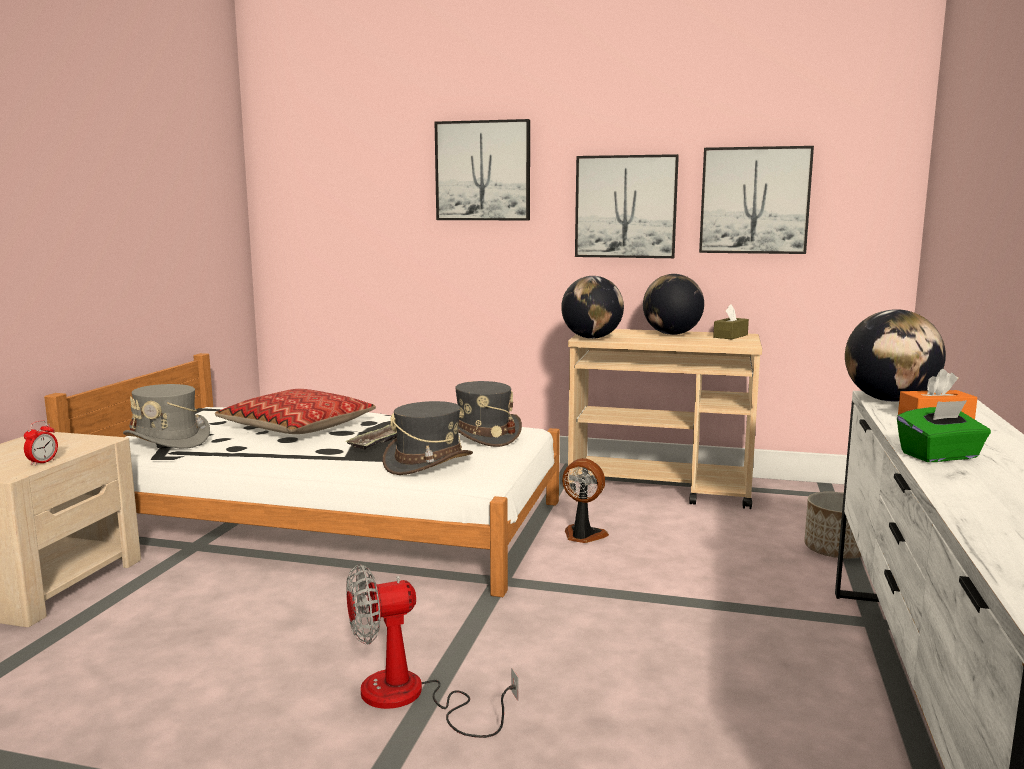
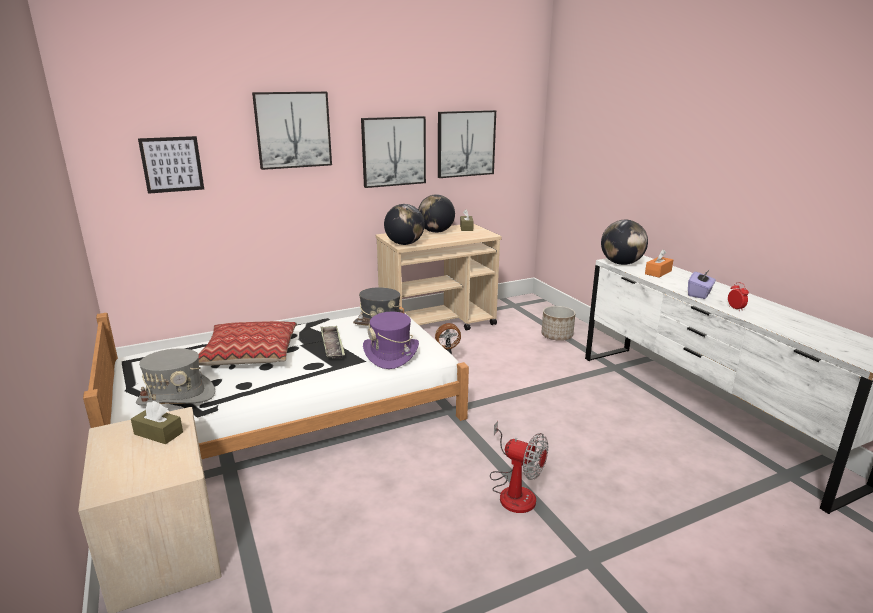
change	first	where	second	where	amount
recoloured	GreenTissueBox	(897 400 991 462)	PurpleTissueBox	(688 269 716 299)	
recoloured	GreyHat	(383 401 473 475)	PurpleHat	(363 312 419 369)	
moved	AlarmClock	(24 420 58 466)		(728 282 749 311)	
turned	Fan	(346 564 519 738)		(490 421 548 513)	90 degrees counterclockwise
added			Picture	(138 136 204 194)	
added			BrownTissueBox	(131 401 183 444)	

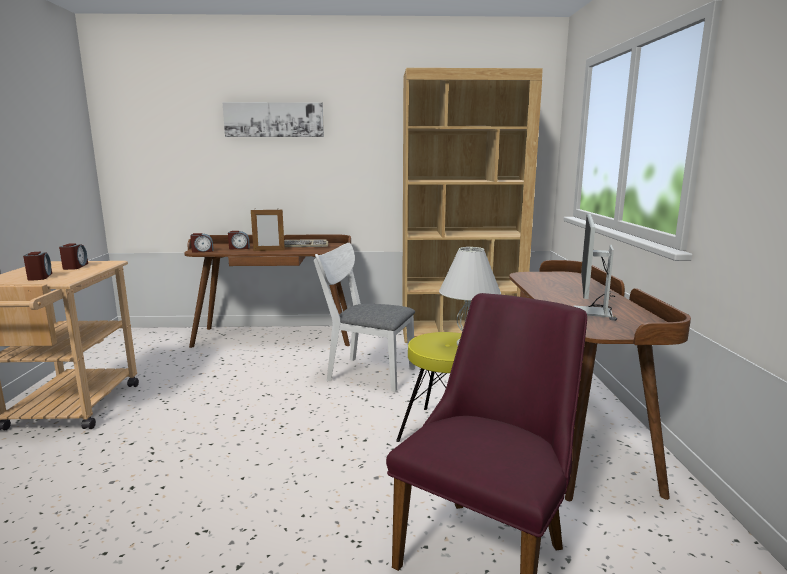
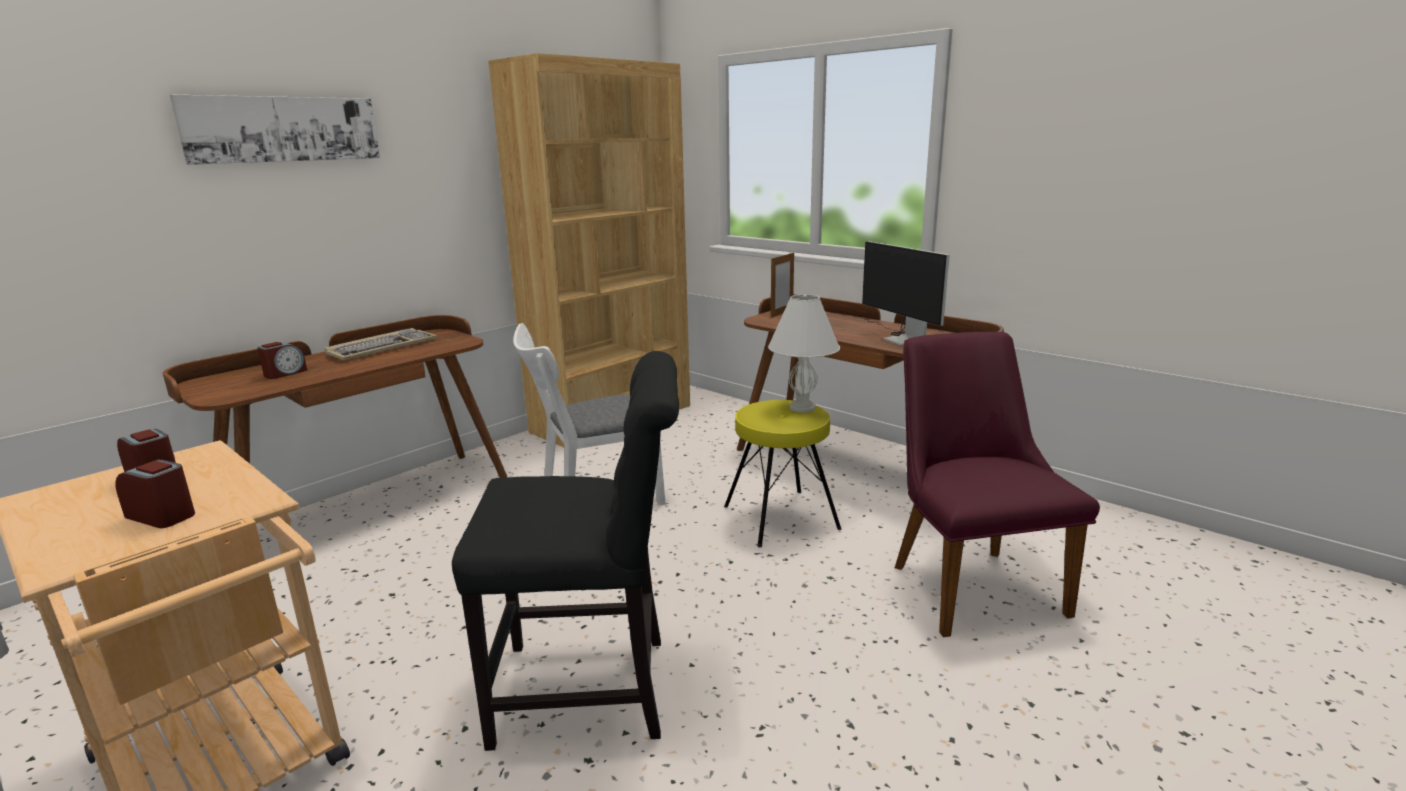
change	first	where	second	where	amount
moved	PictureFrame	(251 209 285 251)		(771 251 794 318)	
removed	AlarmClock	(190 233 213 253)			
added			BlackChair	(452 351 679 751)	

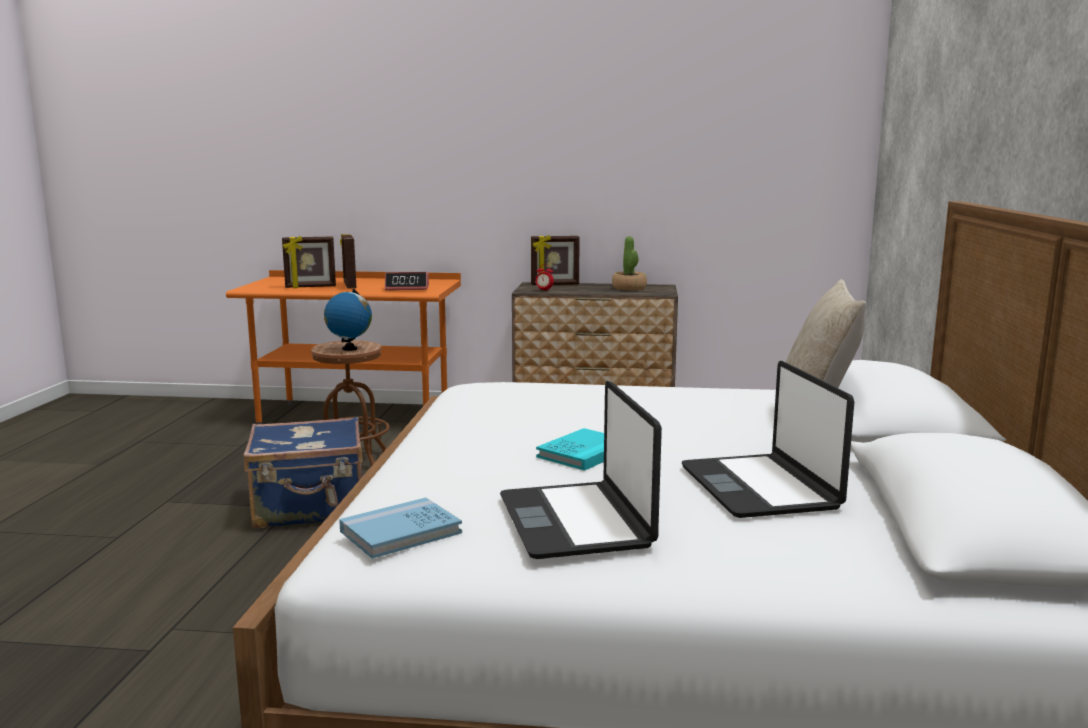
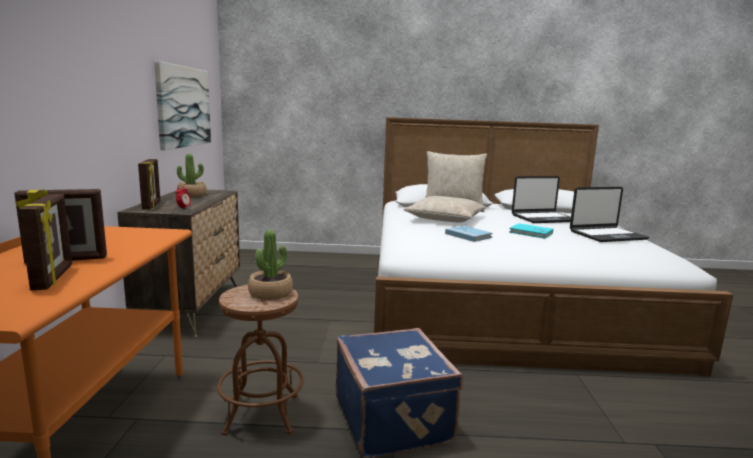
change	first	where	second	where	amount
removed	AlarmClock	(385 272 429 290)			
replaced	Globe	(324 289 372 351)	PottedPlant	(248 230 293 300)	
moved	BlueBook	(339 498 462 559)		(445 226 492 242)	
added			Picture	(154 61 211 150)	
added			BeigePillow	(403 196 486 222)	

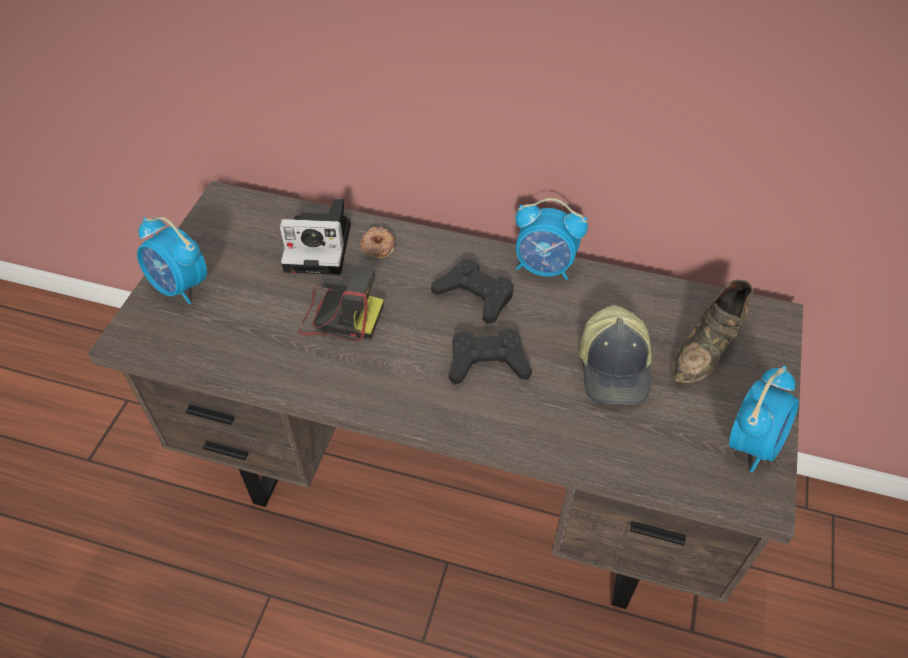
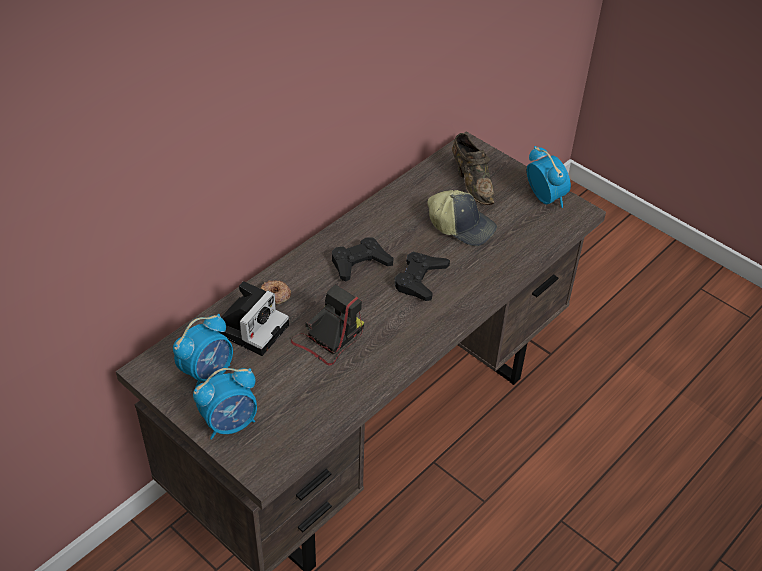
change	first	where	second	where	amount
moved	AlarmClock	(515 198 588 280)		(173 314 233 388)	

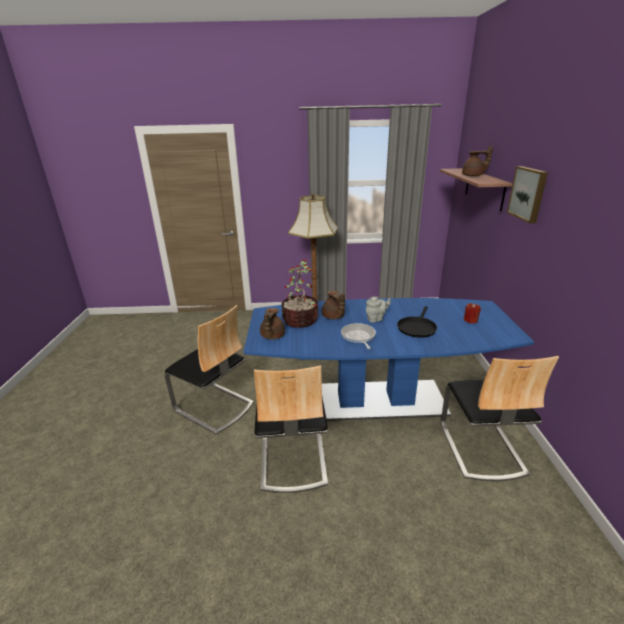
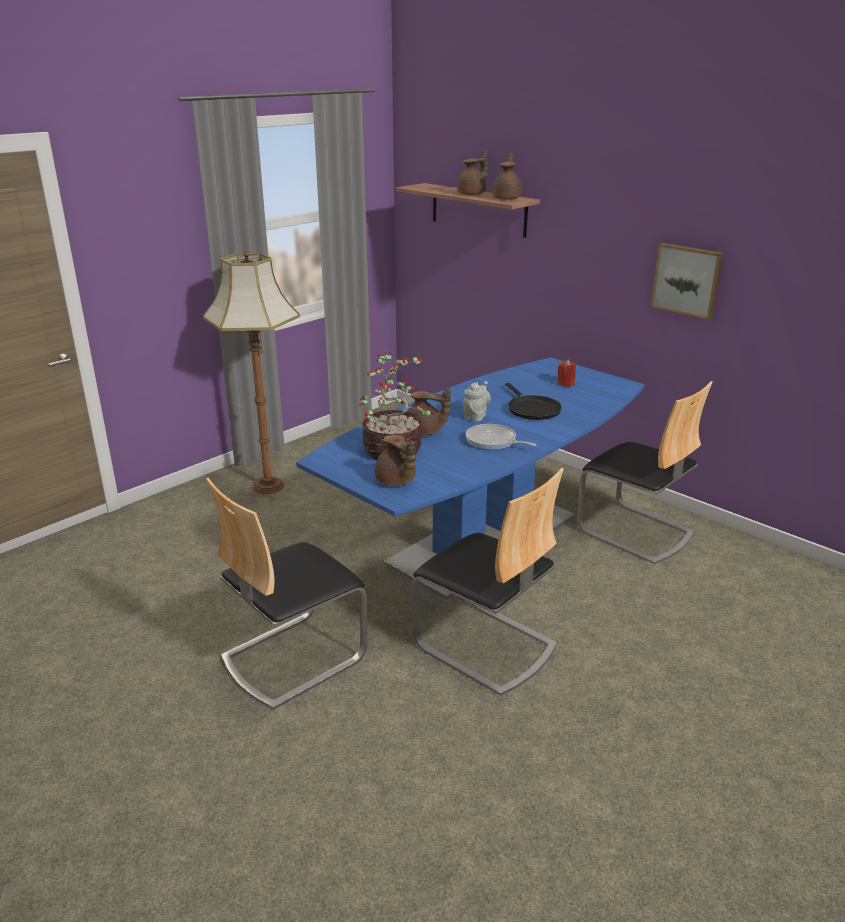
change	first	where	second	where	amount
moved	Picture	(507 166 548 223)		(651 243 723 319)	
turned	Chair	(165 305 254 434)		(206 478 367 710)	150 degrees clockwise
added			BrownTeapot	(492 153 523 200)	

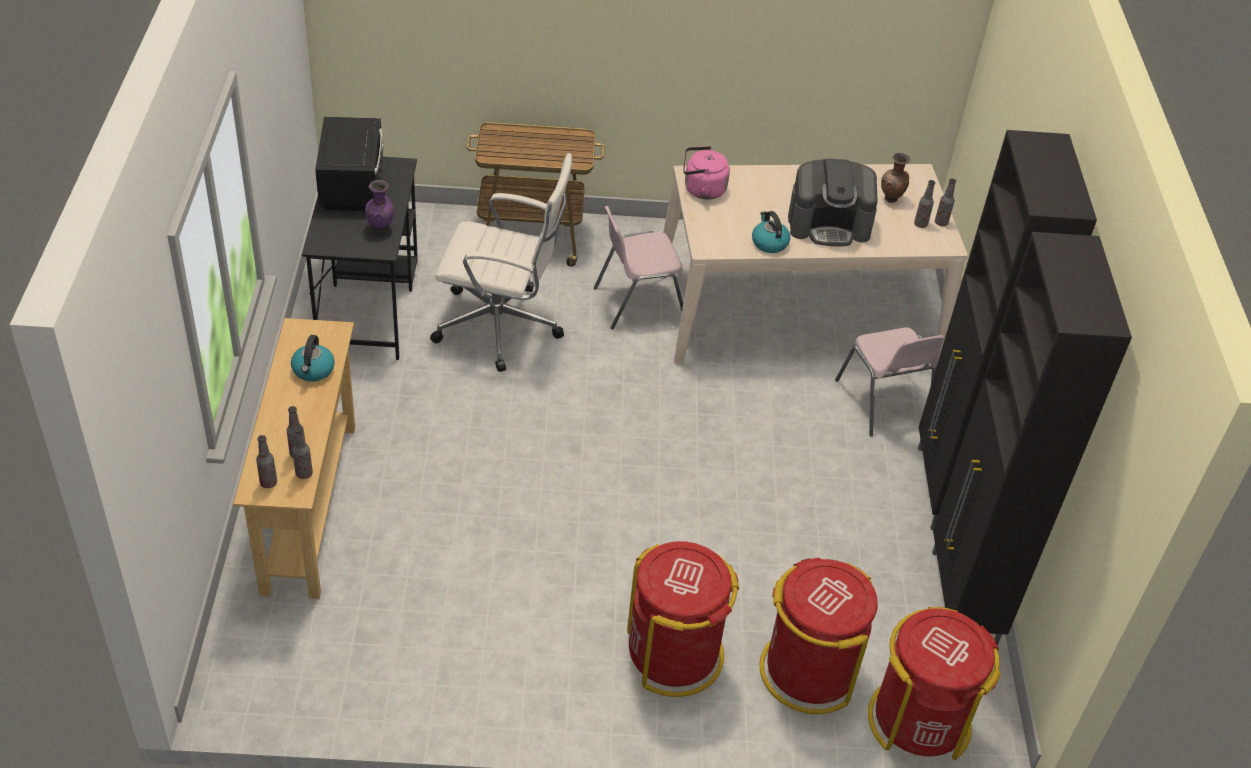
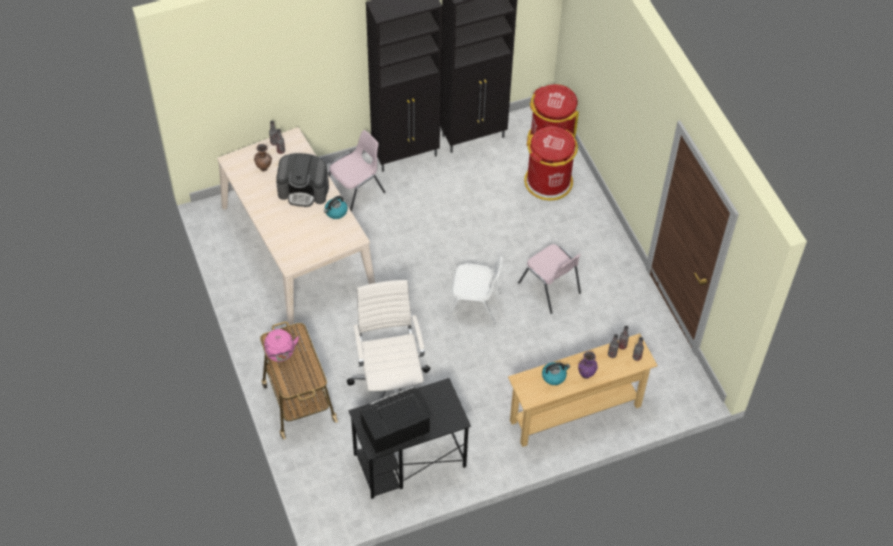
change	first	where	second	where	amount
moved	PinkKettle	(683 146 730 199)		(264 329 299 362)	
turned	CoffeeMachine	(788 159 878 246)		(276 153 329 207)	120 degrees clockwise
moved	PurpleVase	(365 180 394 233)		(578 351 598 379)	
moved	PinkChair	(594 206 683 329)		(518 244 581 314)	
removed	RedTrashCan	(627 541 739 697)			
added			WhiteChair	(446 256 503 325)	

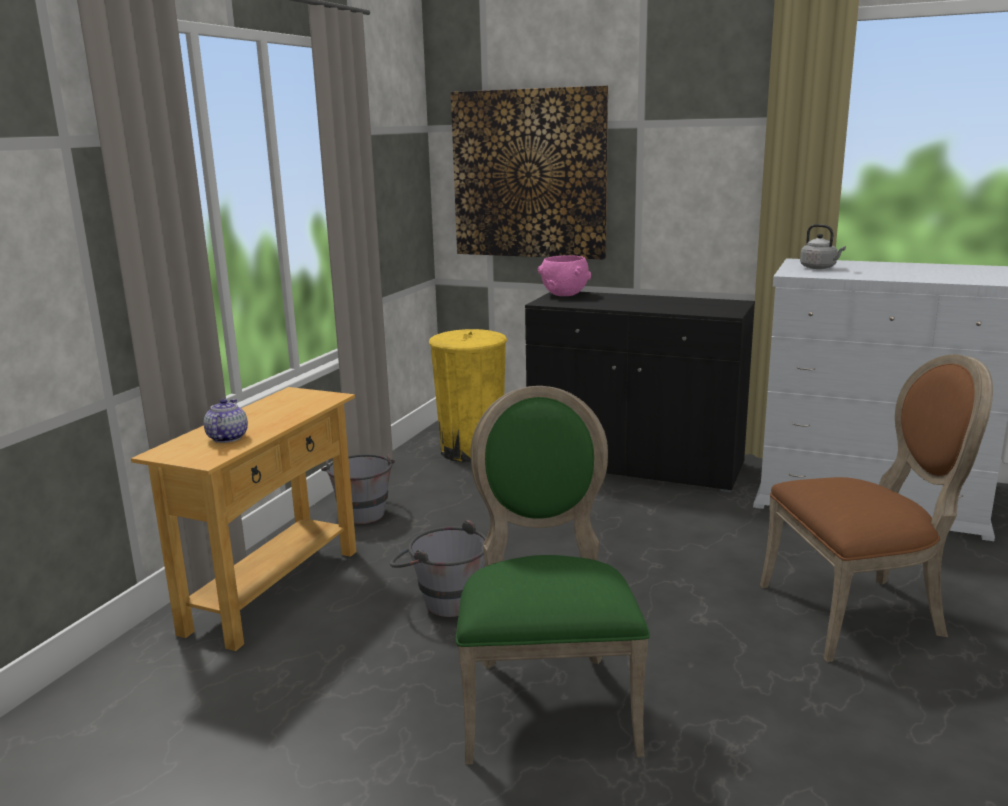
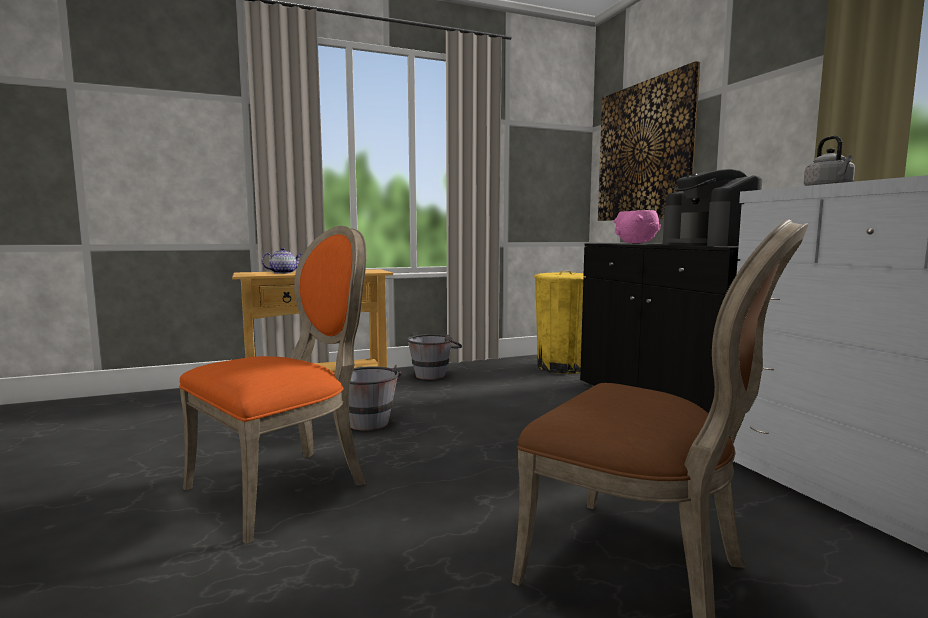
change	first	where	second	where	amount
recoloured	GreenChair	(456 386 650 765)	OrangeChair	(179 226 367 544)	
added			CoffeeMachine	(663 169 762 246)	

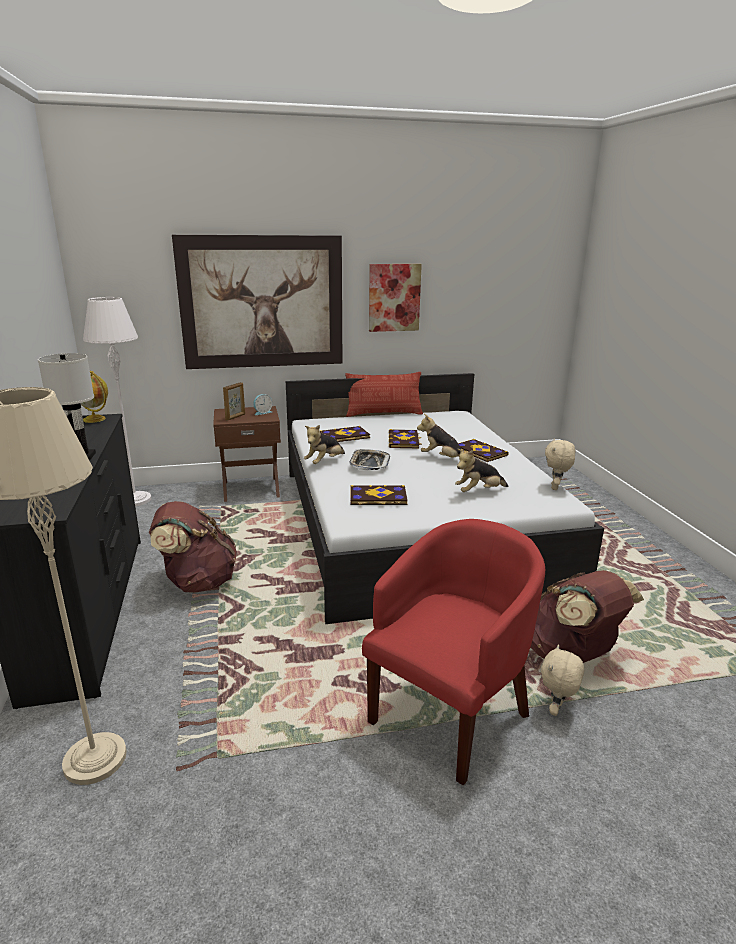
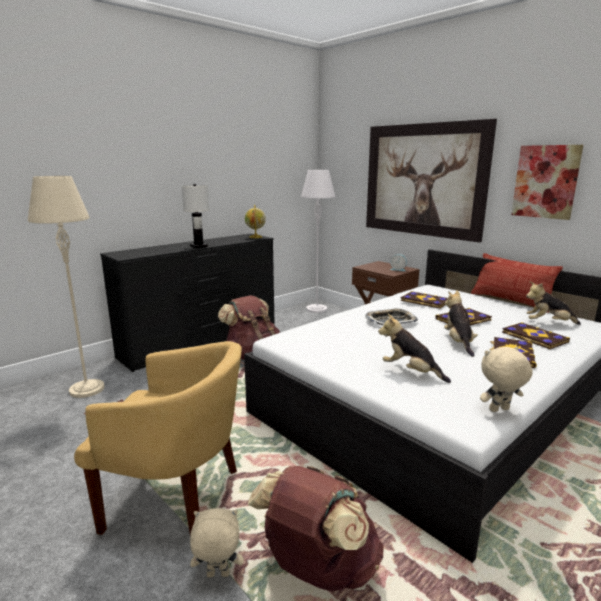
change	first	where	second	where	amount
removed	PictureFrame	(223 382 245 421)			
moved	PlushToy	(304 425 345 464)		(526 281 581 325)	
moved	Book	(350 485 408 505)		(502 322 570 349)	
recoloured	RedArmchair	(362 519 545 785)	YellowArmchair	(74 341 242 536)	

